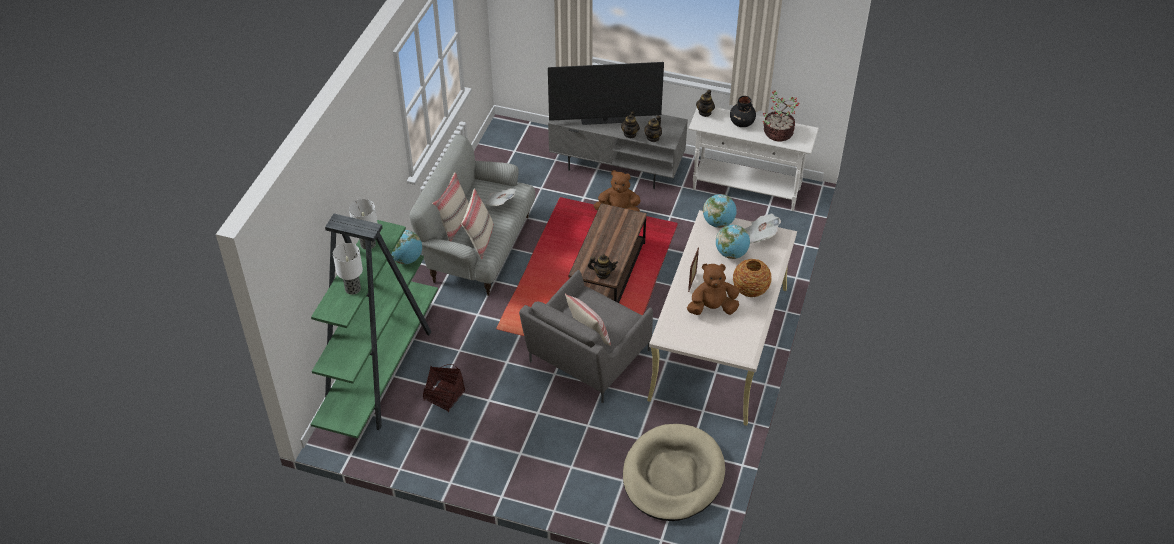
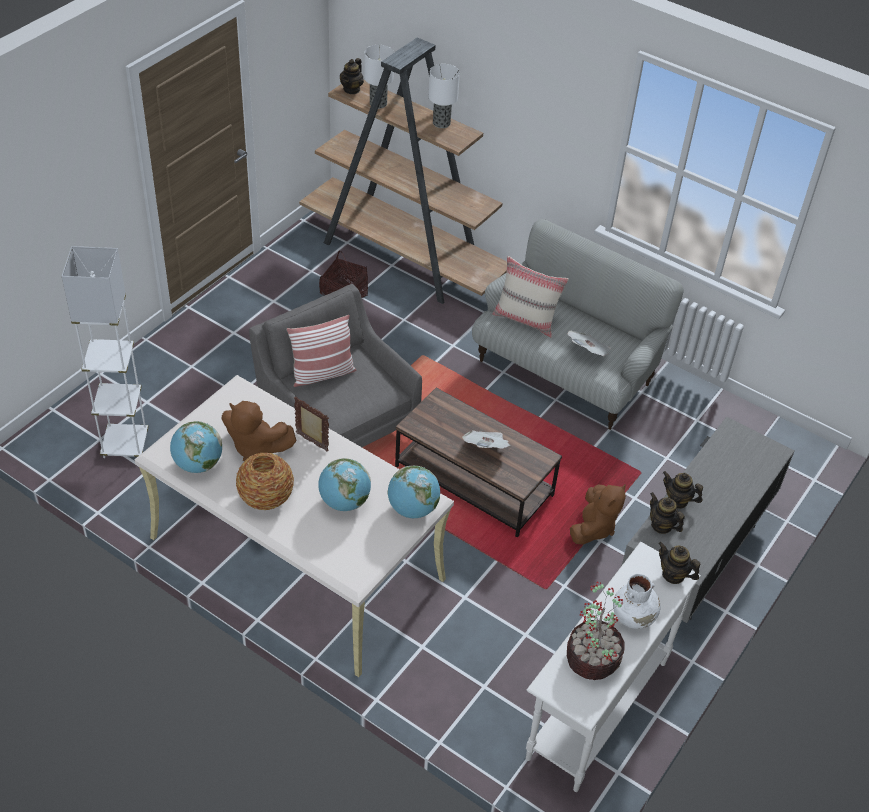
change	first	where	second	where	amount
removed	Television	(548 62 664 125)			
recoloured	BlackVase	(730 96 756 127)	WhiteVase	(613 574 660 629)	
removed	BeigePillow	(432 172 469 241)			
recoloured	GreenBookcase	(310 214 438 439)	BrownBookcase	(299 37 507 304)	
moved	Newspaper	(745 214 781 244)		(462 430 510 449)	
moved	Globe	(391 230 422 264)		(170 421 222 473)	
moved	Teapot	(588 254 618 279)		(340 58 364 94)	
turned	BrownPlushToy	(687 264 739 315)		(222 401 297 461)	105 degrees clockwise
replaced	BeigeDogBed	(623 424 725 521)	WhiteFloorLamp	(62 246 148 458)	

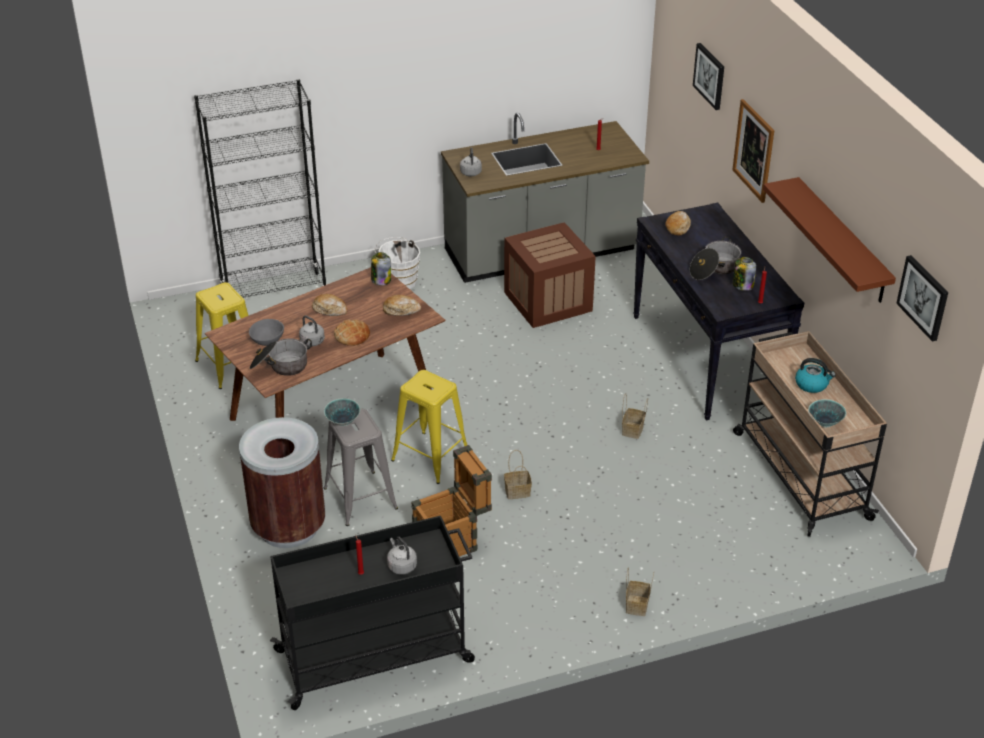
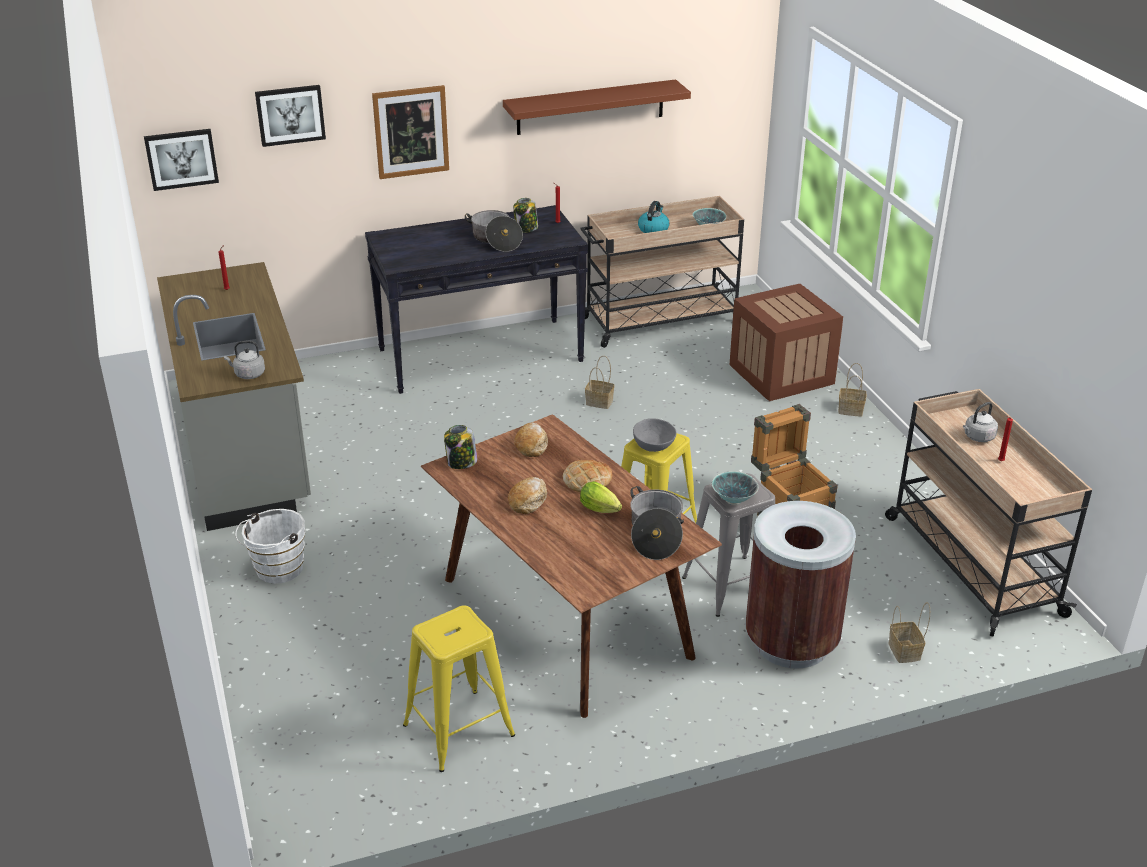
change	first	where	second	where	amount
removed	BlackBookcase	(194 79 327 298)			
removed	Bread	(665 211 691 236)			
moved	Crate	(504 222 595 328)		(730 284 843 401)	
moved	Picture	(896 255 948 341)		(144 129 219 191)	
replaced	GreyKettle	(299 316 325 347)	Lettuce	(580 481 622 513)	
moved	GreyBowl	(249 319 284 346)		(633 418 677 452)	
moved	Basket	(504 450 532 499)		(889 602 930 663)	
recoloured	BlackCart	(270 516 475 710)	BeigeCart	(885 389 1092 636)	

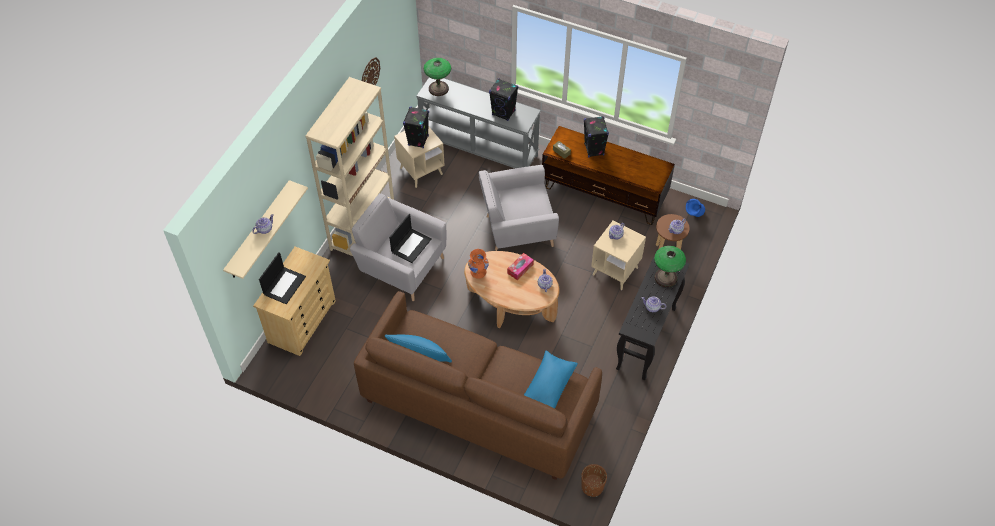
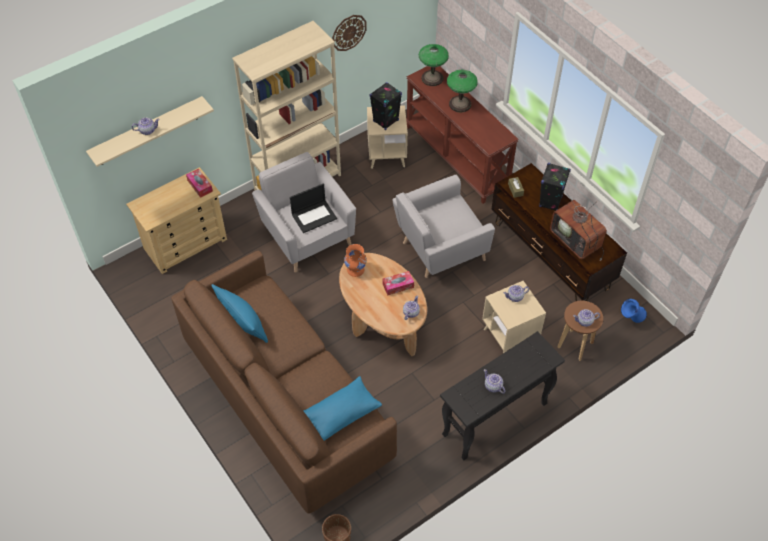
change	first	where	second	where	amount
recoloured	GreyConsoleTable	(416 77 541 168)	BrownConsoleTable	(406 66 519 204)	
removed	BlackSpeaker	(489 78 518 121)			
turned	GreyArmchair	(479 165 559 251)		(392 175 495 278)	45 degrees counterclockwise
moved	TableLamp	(654 246 686 287)		(447 70 478 113)	
removed	Laptop	(259 252 306 304)			
added			TissueBox	(186 169 213 198)	
added			Television	(550 195 607 261)	

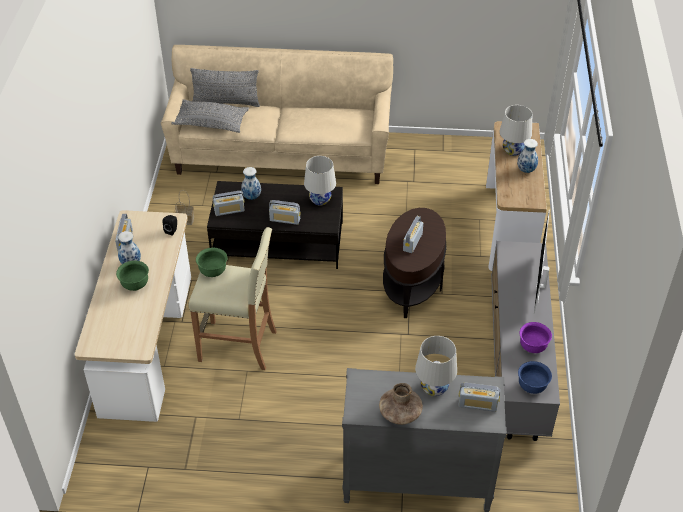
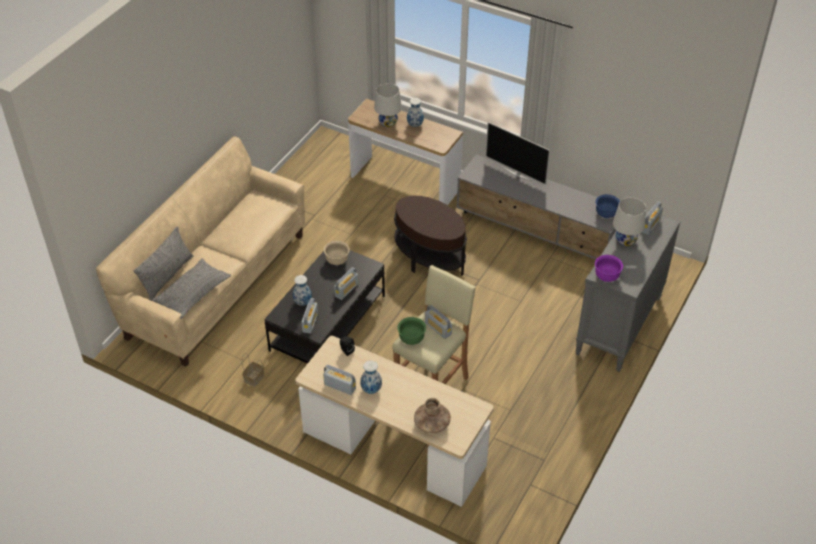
change	first	where	second	where	amount
replaced	WhiteTableLamp	(304 156 336 206)	BeigeBowl	(324 241 350 265)	
moved	Radio	(403 216 423 253)		(425 305 452 339)	
removed	GreenBowl	(116 261 149 291)			
moved	PurpleBowl	(520 322 552 353)		(595 255 623 282)	
moved	BrownVase	(379 383 423 425)		(414 398 451 433)	

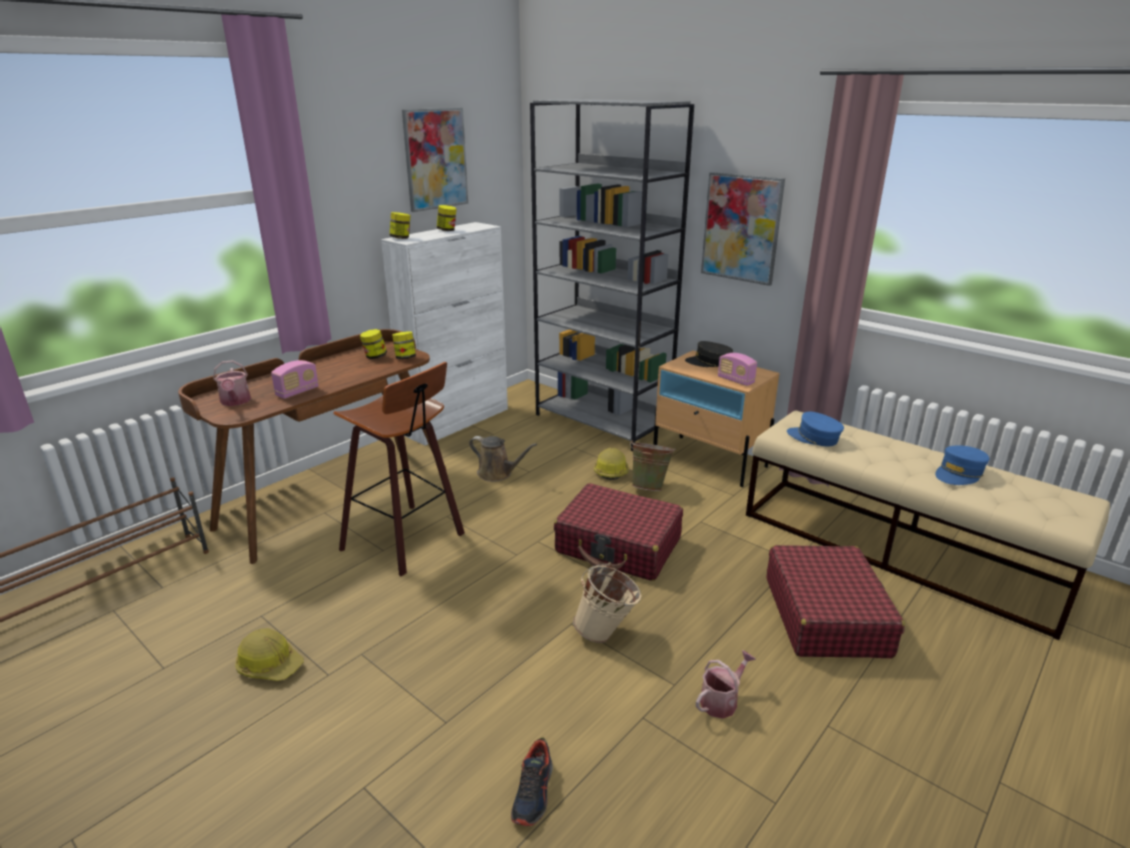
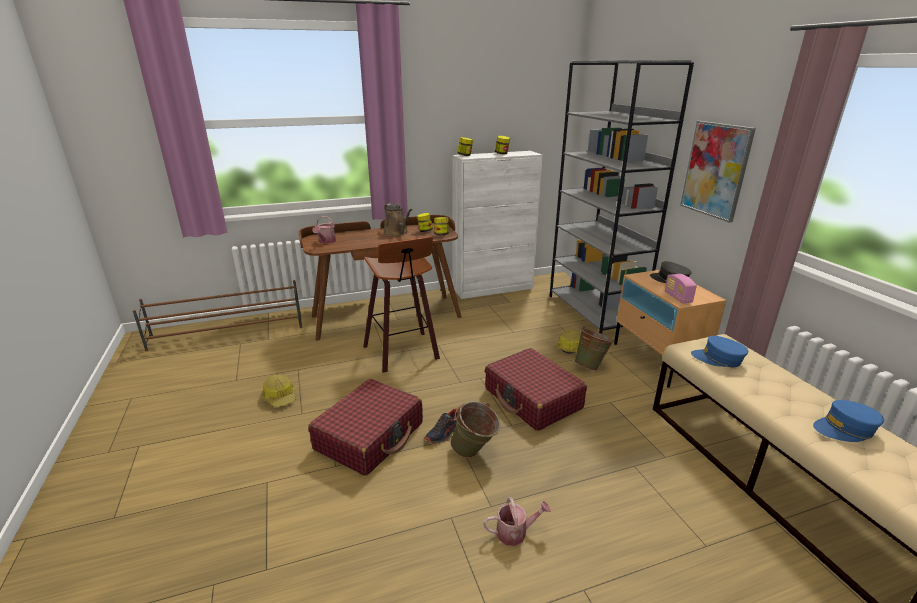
change	first	where	second	where	amount
removed	Picture	(402 108 468 212)			
removed	Radio	(271 360 319 399)			
turned	BlueCap	(787 412 844 446)		(691 336 748 367)	45 degrees counterclockwise
moved	BrownWateringCan	(469 436 537 482)		(383 204 412 236)	
moved	RedSuitcase	(767 545 905 658)		(308 379 423 476)	
recoloured	BeigeBucket	(573 563 641 643)	GreenBucket	(450 401 500 458)	
moved	Shoe	(511 738 553 826)		(425 408 460 443)	

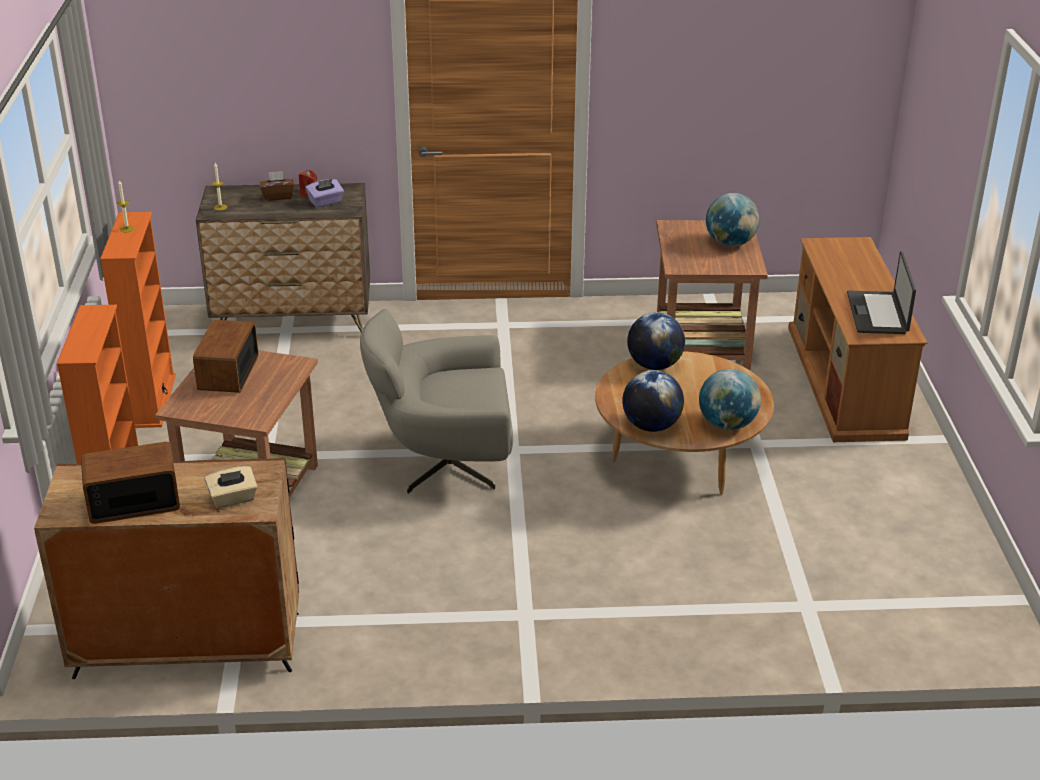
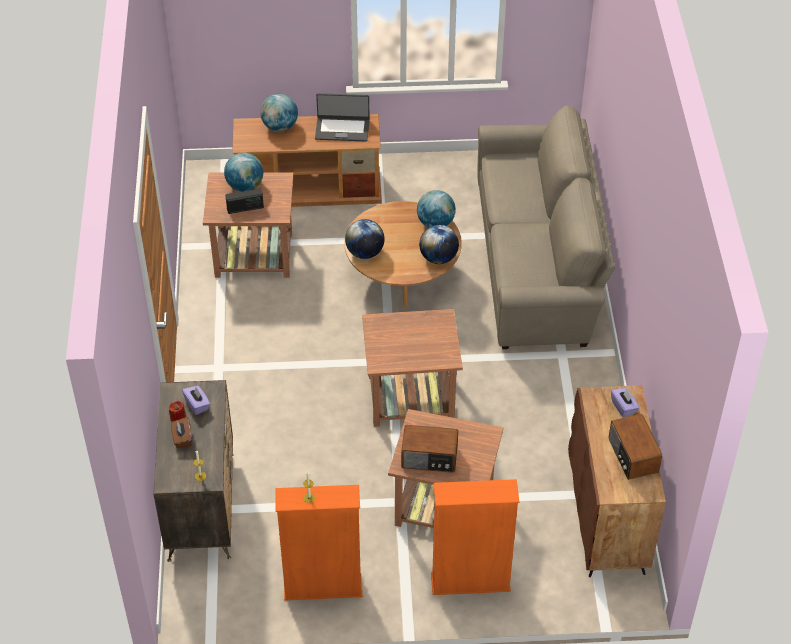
change	first	where	second	where	amount
replaced	GreyArmchair	(360 309 513 494)	BrownSideTable	(362 309 463 427)	
recoloured	BeigeTissueBox	(205 466 258 508)	PurpleTissueBox	(611 388 639 417)	
added			Globe	(260 94 298 132)	
added			BeigeSofa	(477 106 615 349)	
added			Radio	(225 188 264 214)	

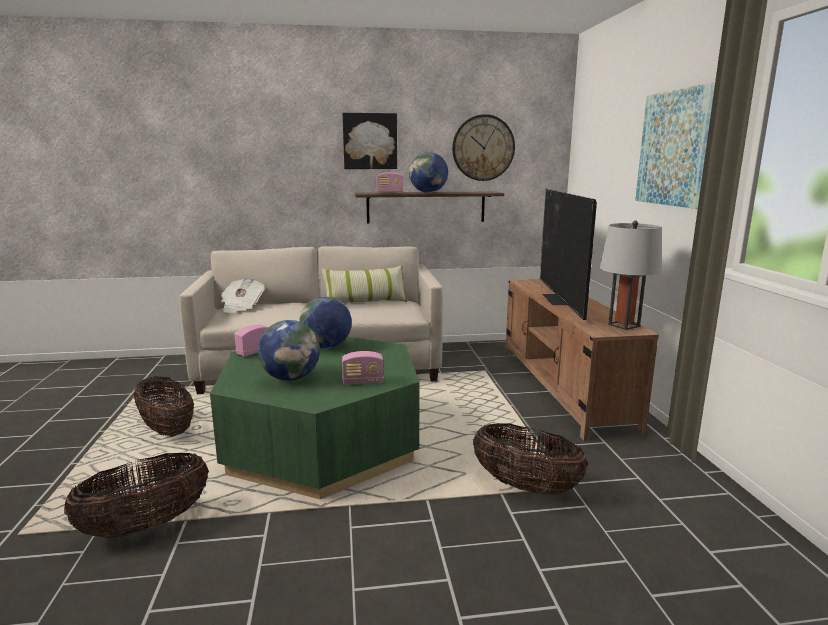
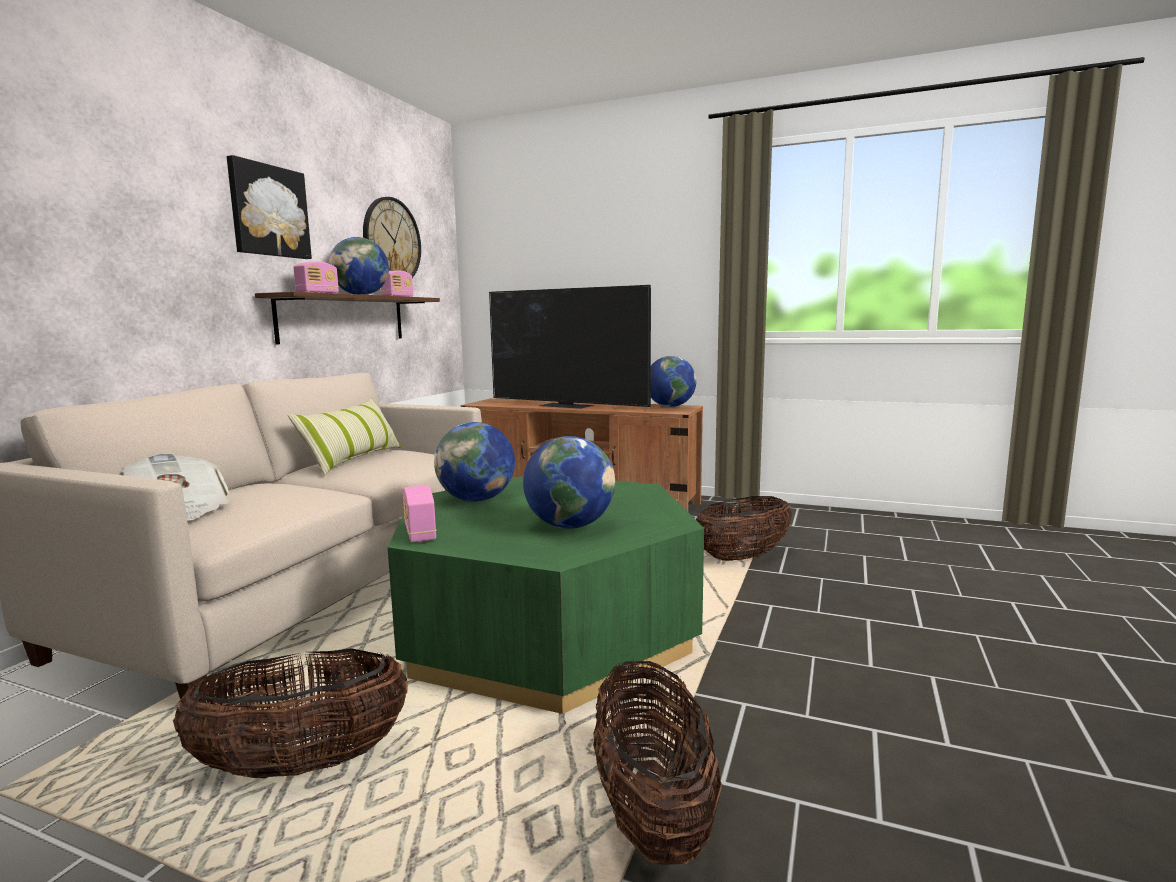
change	first	where	second	where	amount
removed	Picture	(635 82 715 209)			
replaced	GreyTableLamp	(600 220 662 330)	Globe	(651 356 697 407)	
moved	Radio	(342 351 384 384)		(381 270 413 297)	

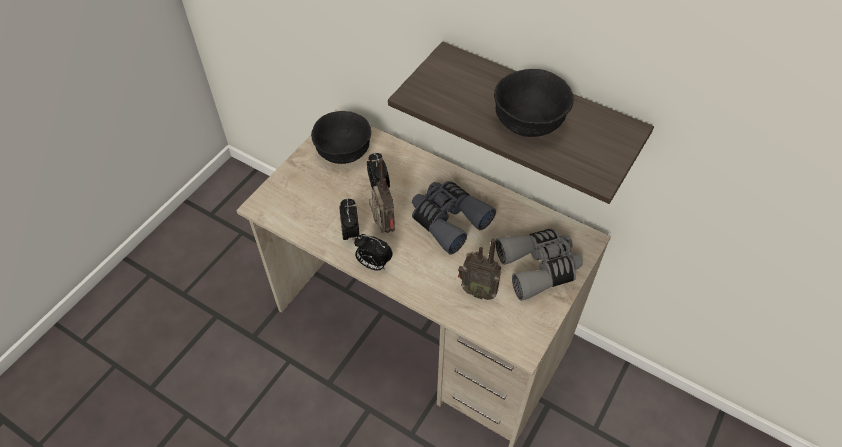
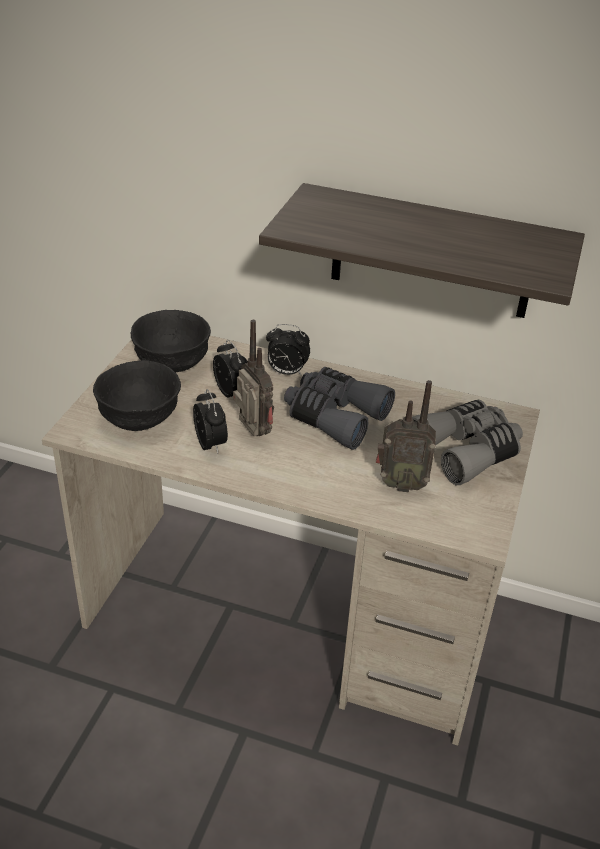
change	first	where	second	where	amount
moved	BlackBowl	(494 69 574 137)		(93 360 181 431)	
moved	AlarmClock	(354 234 393 270)		(266 324 310 376)	

